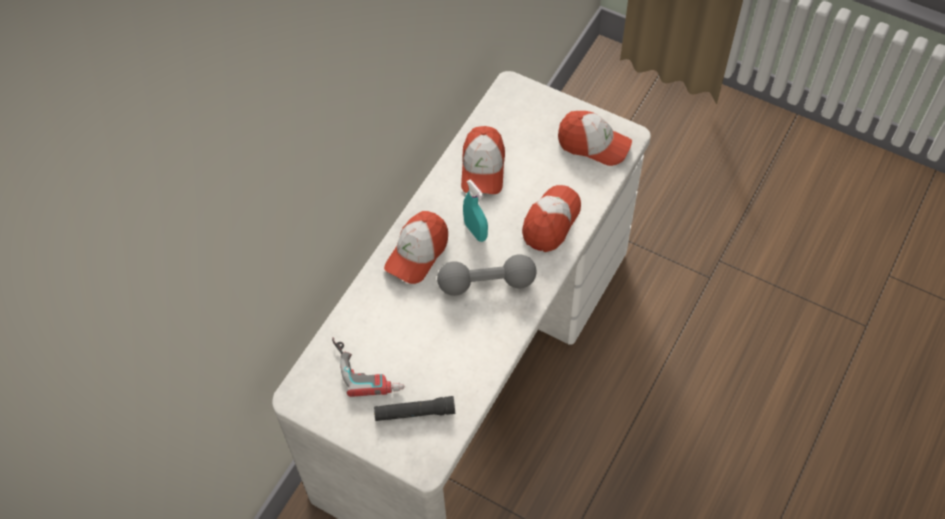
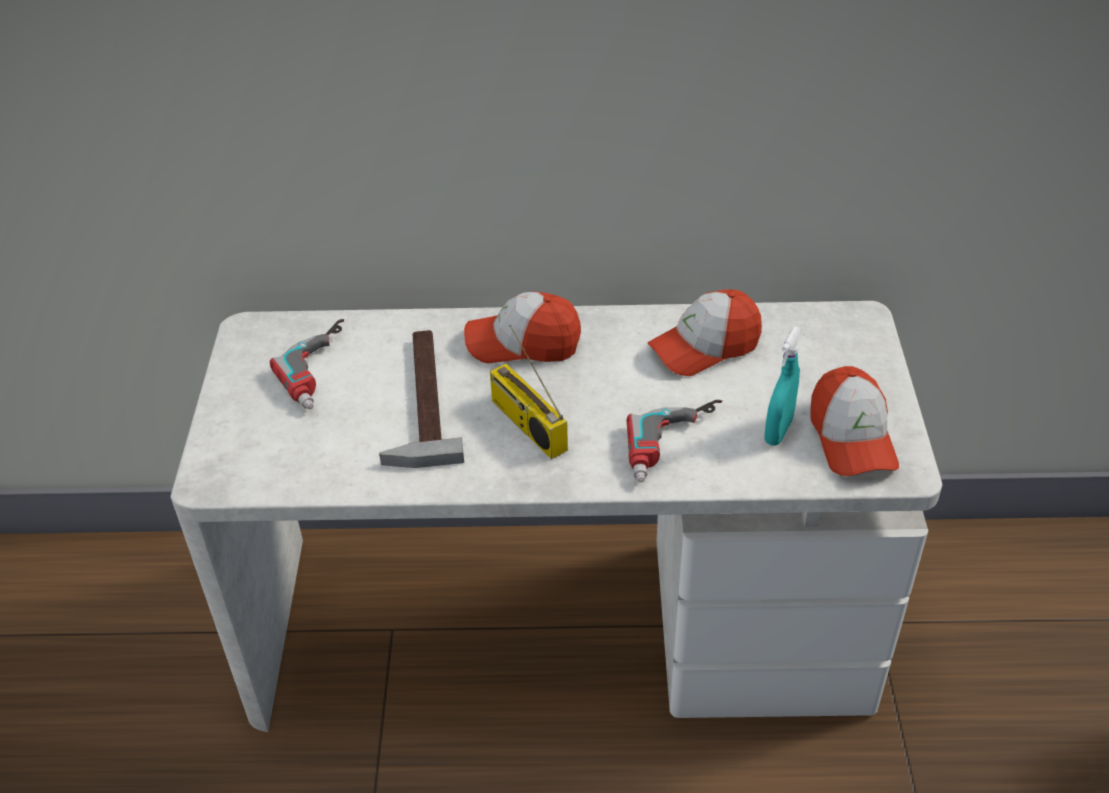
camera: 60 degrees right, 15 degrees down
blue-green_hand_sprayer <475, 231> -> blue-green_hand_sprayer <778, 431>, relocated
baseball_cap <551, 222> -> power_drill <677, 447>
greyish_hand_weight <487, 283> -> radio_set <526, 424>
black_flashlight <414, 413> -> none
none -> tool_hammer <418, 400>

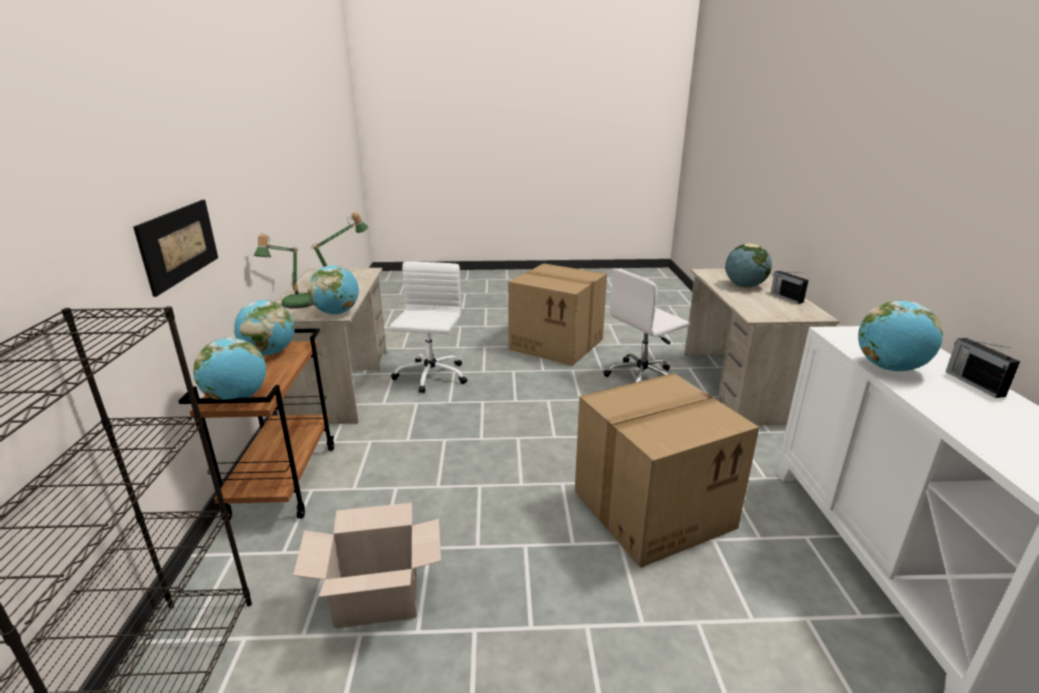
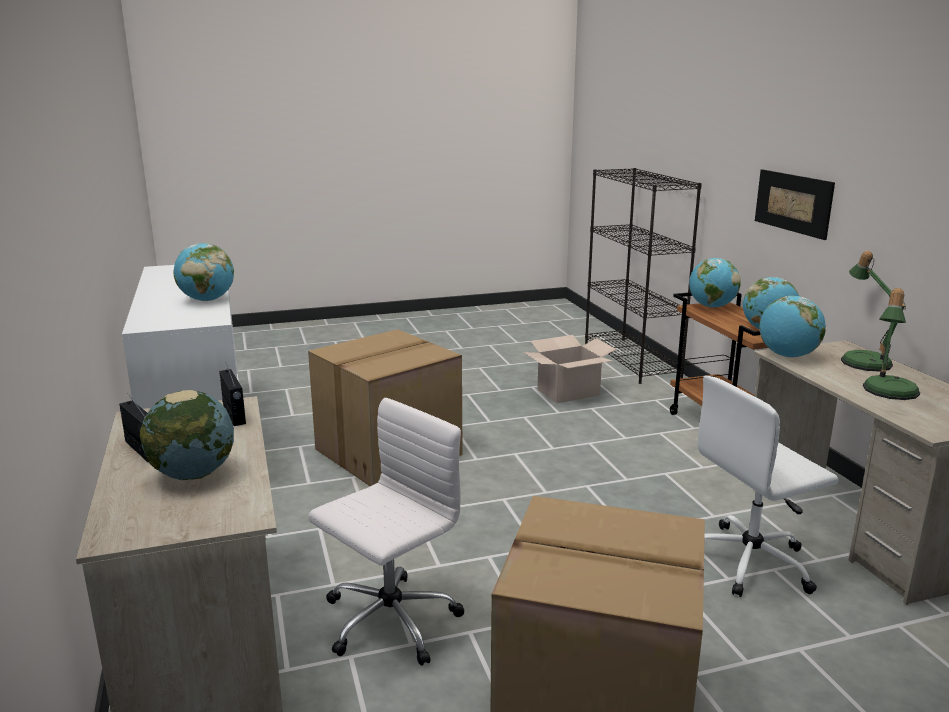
camera: 165 degrees right, 5 degrees down
white-coloured_desk_chair <430, 377> -> white-coloured_desk_chair <751, 562>, 75 degrees clockwise
radio_set <973, 383> -> radio_set <234, 415>, relocated

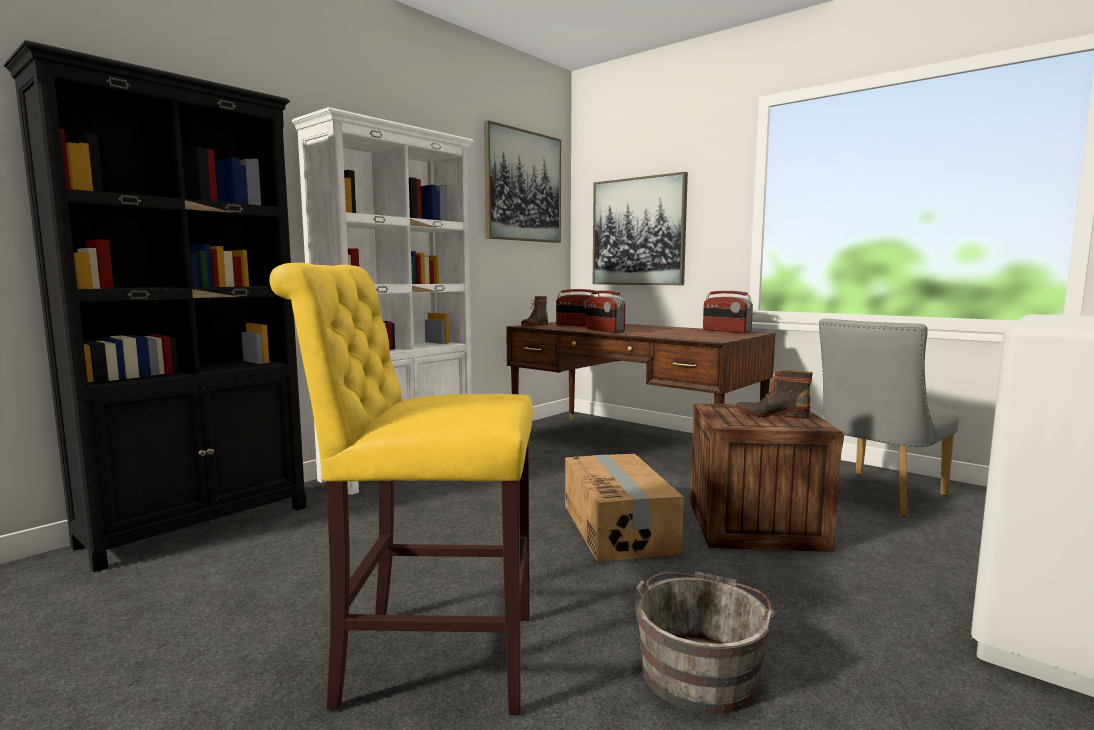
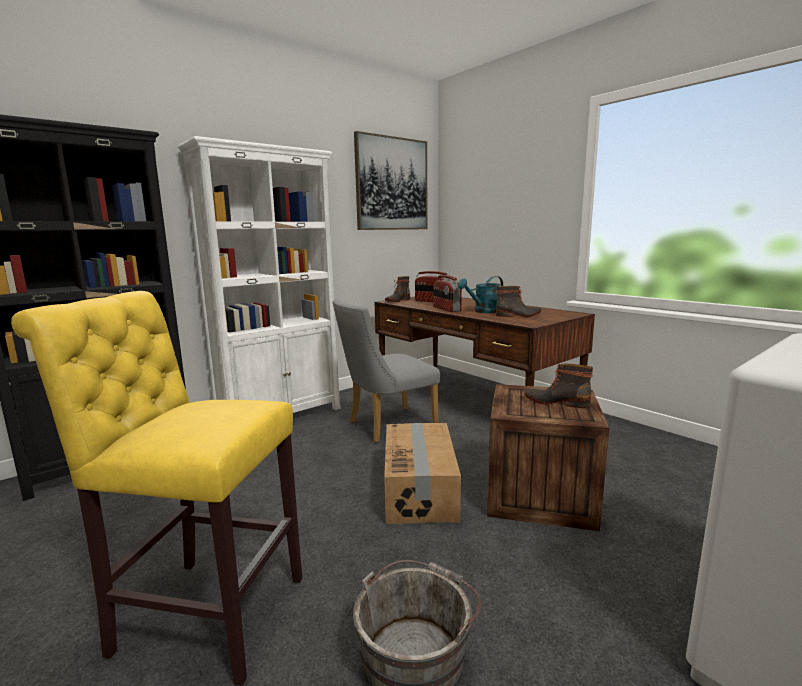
camera: 10 degrees right, 5 degrees up
picture <638, 232> -> none
radio_set <726, 331> -> none
greyish_upright_chair <876, 496> -> greyish_upright_chair <386, 426>, relocated
none -> blue-green_watering_can <483, 311>
none -> boot <518, 315>

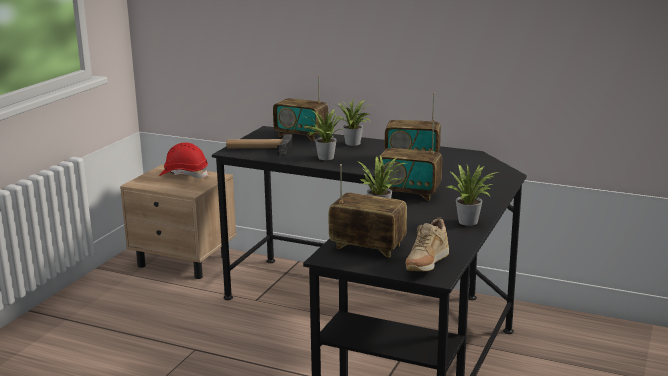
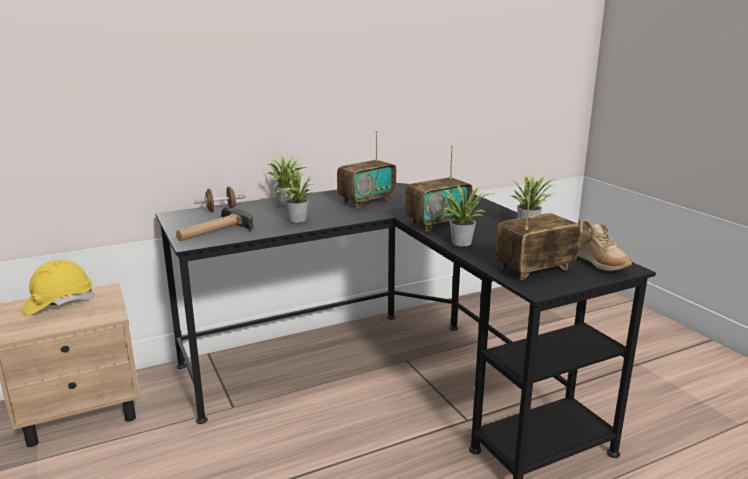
camera: 50 degrees left, 0 degrees up
radio_set <301, 135> -> brownish_hand_weight <221, 210>
reddish_hard_hat <184, 175> -> yellow_hard_hat <59, 303>

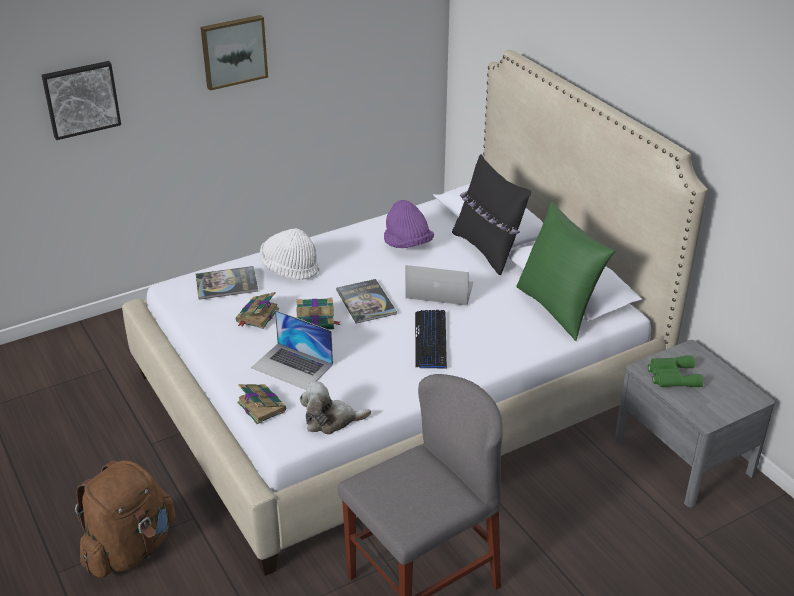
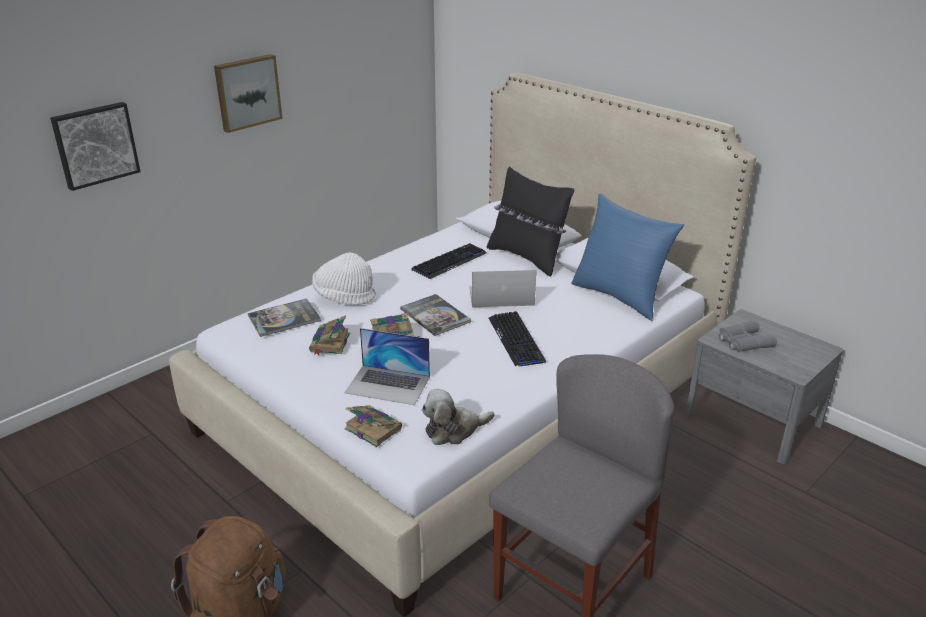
camera: 15 degrees left, 5 degrees down
purplish_clothing_hat <407, 244> -> computer_keyboard <449, 262>
greenish_cushion <558, 308> -> blue-coloured_cushion <619, 296>
greenish_field_glasses <671, 376> -> greyish_field_glasses <743, 342>

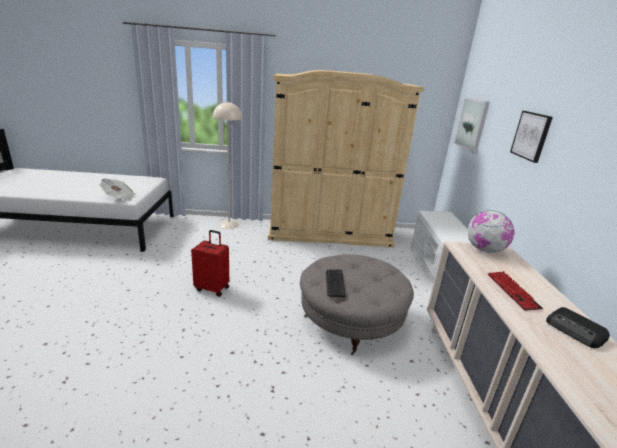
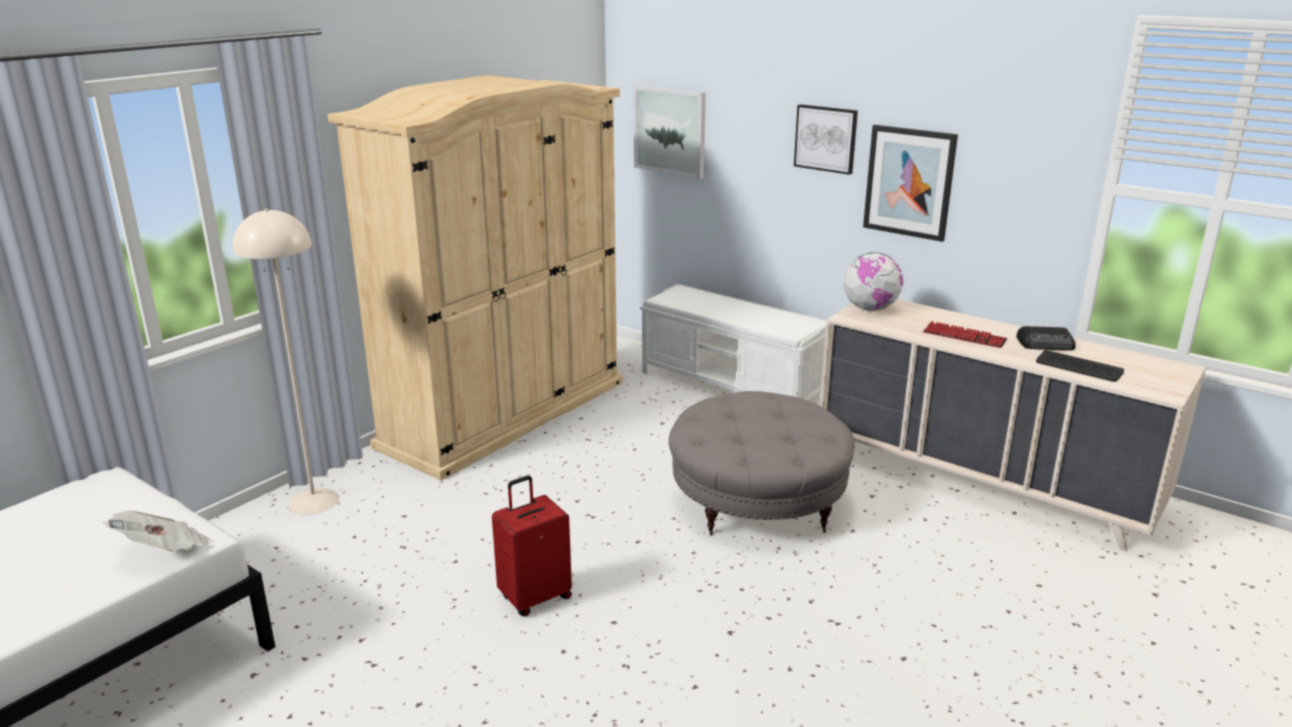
camera: 50 degrees left, 0 degrees up
computer_keyboard <335, 283> -> computer_keyboard <1078, 367>, relocated
none -> picture <909, 182>

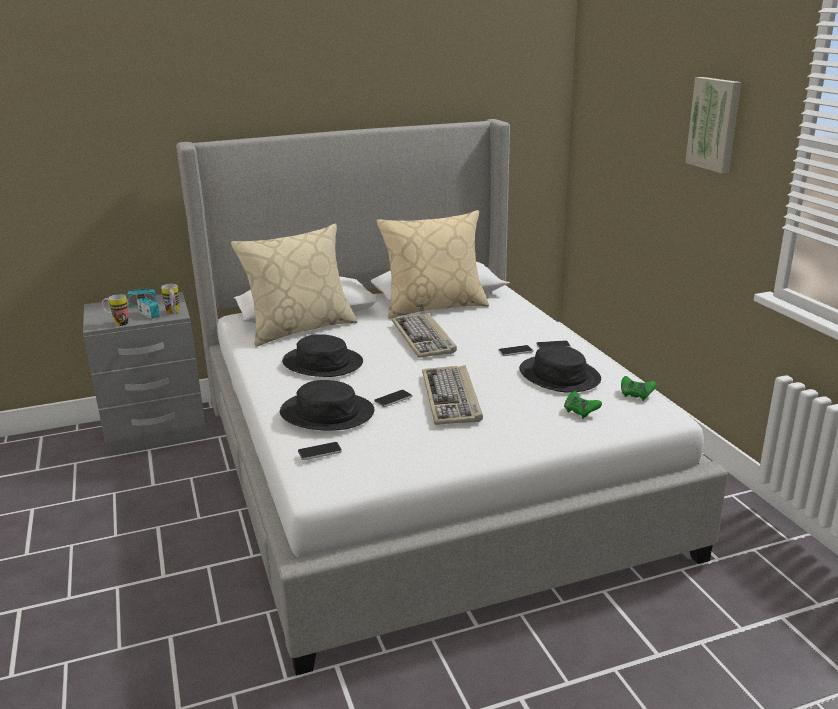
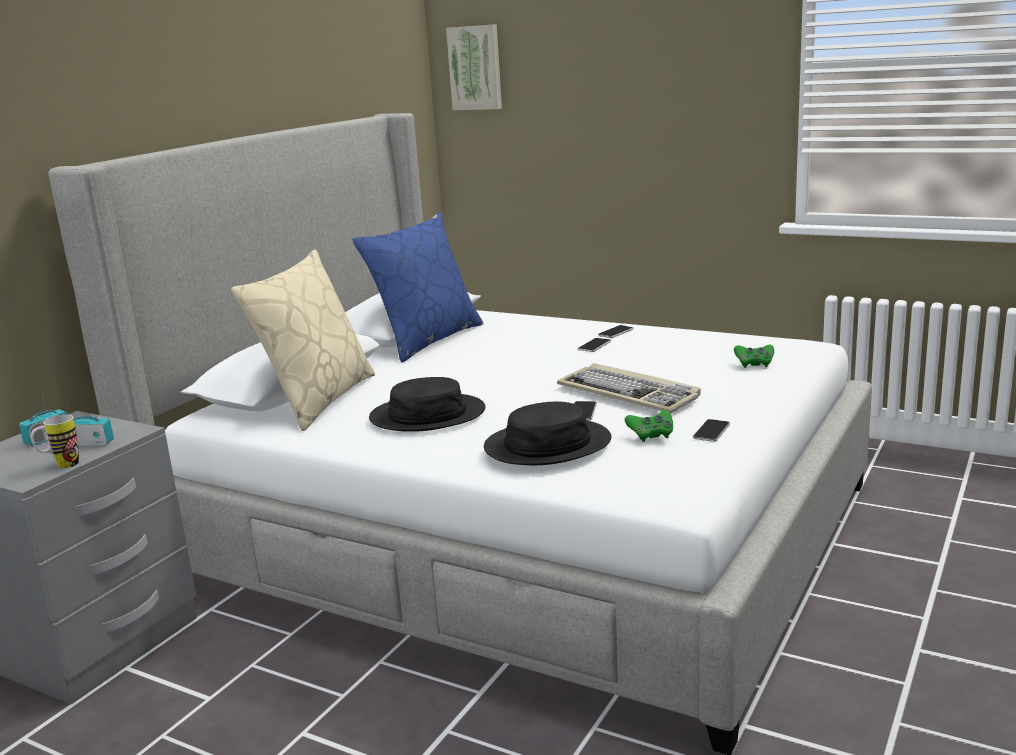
camera: 40 degrees left, 5 degrees down
picture <715, 124> -> picture <476, 68>, relocated
beige-coloured_cushion <434, 306> -> blue-coloured_cushion <427, 340>
tea_mug <174, 313> -> none
computer_keyboard <424, 338> -> none
black_clothing_hat <559, 375> -> none
greenish_joypad <636, 395> -> greenish_joypad <651, 436>, relocated
telephone <320, 452> -> telephone <711, 431>, relocated

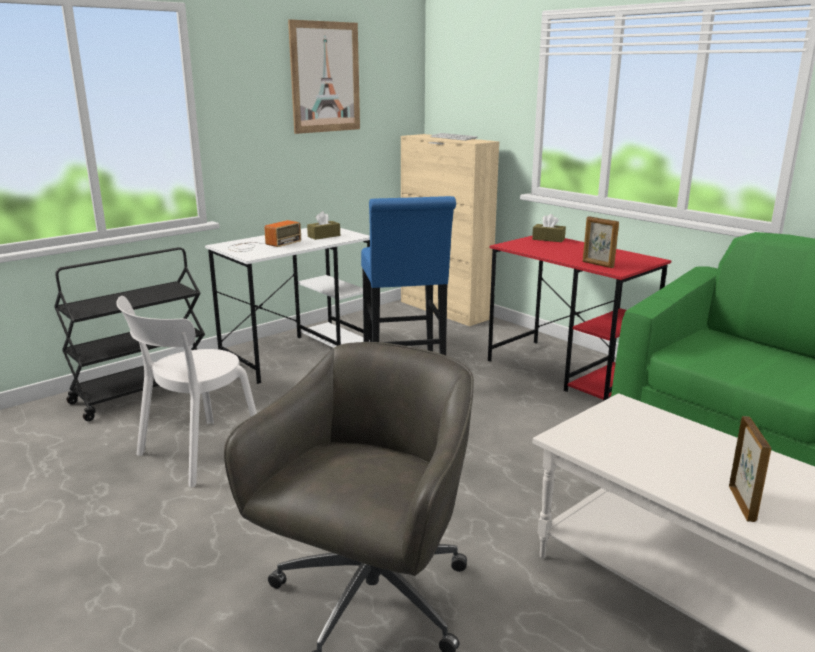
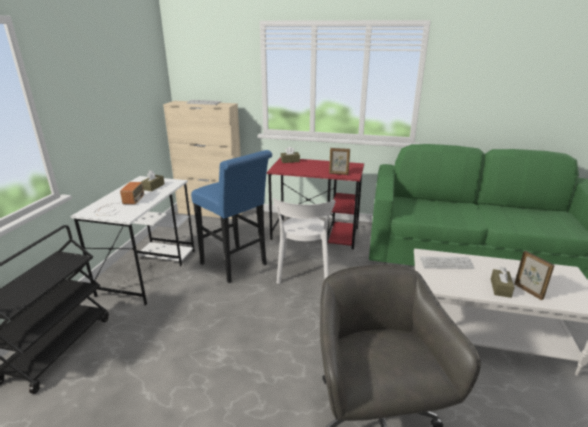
camera: 35 degrees left, 5 degrees up
picture <325, 77> -> none
white-coloured_upright_chair <196, 454> -> white-coloured_upright_chair <303, 272>, relocated
none -> computer_keyboard <446, 263>
none -> brownish_tissue_holder <500, 288>

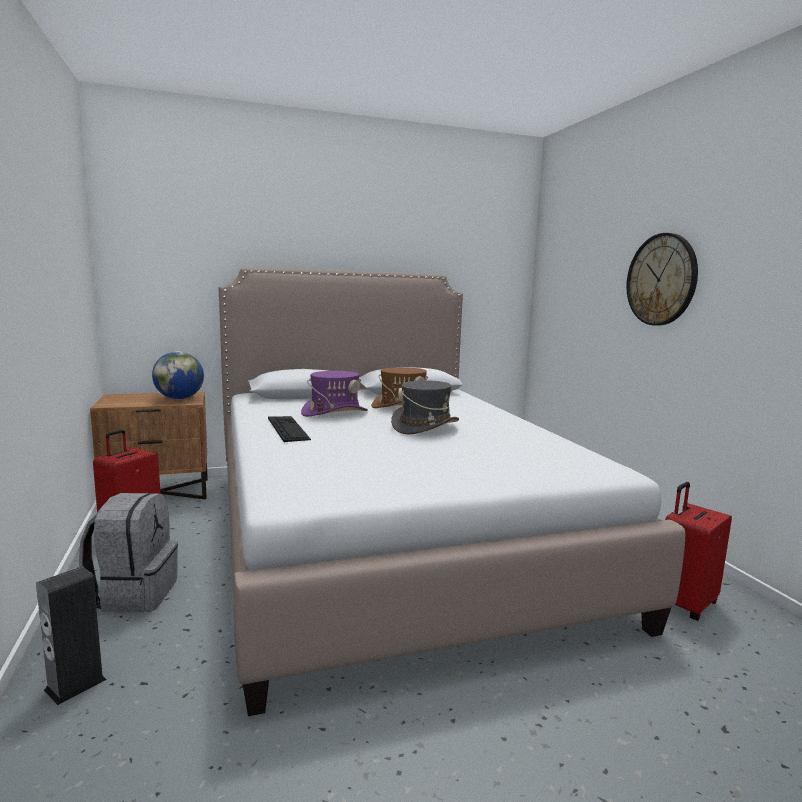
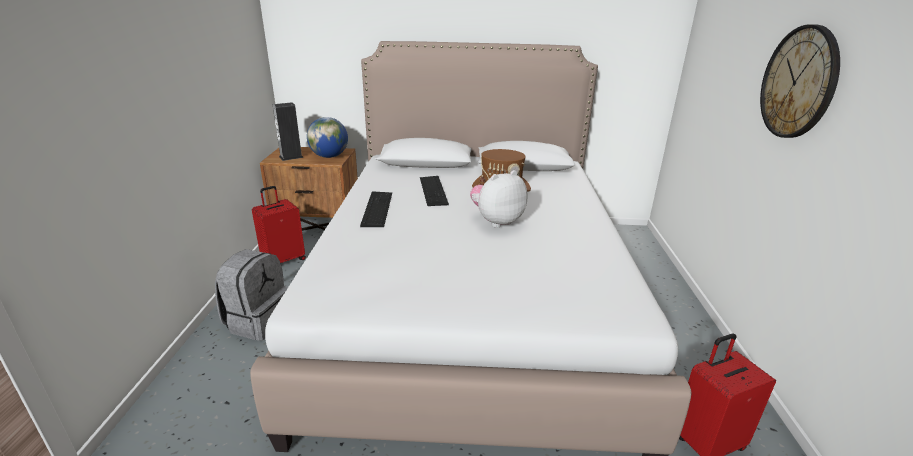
camera: 20 degrees right, 15 degrees up
purplish_clothing_hat <334, 412> -> computer_keyboard <433, 190>
greyish_clothing_hat <425, 427> -> plush_toy <496, 221>
loudspeaker <75, 685> -> loudspeaker <291, 157>, relocated

